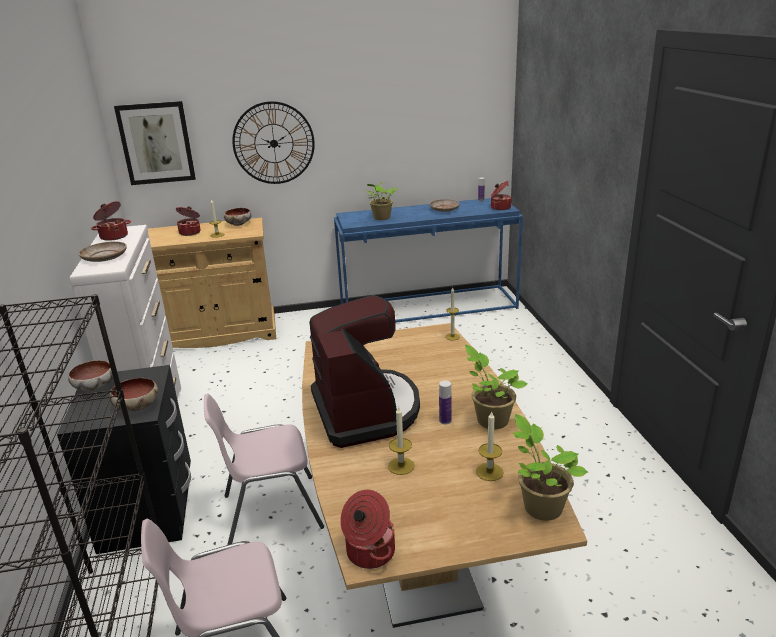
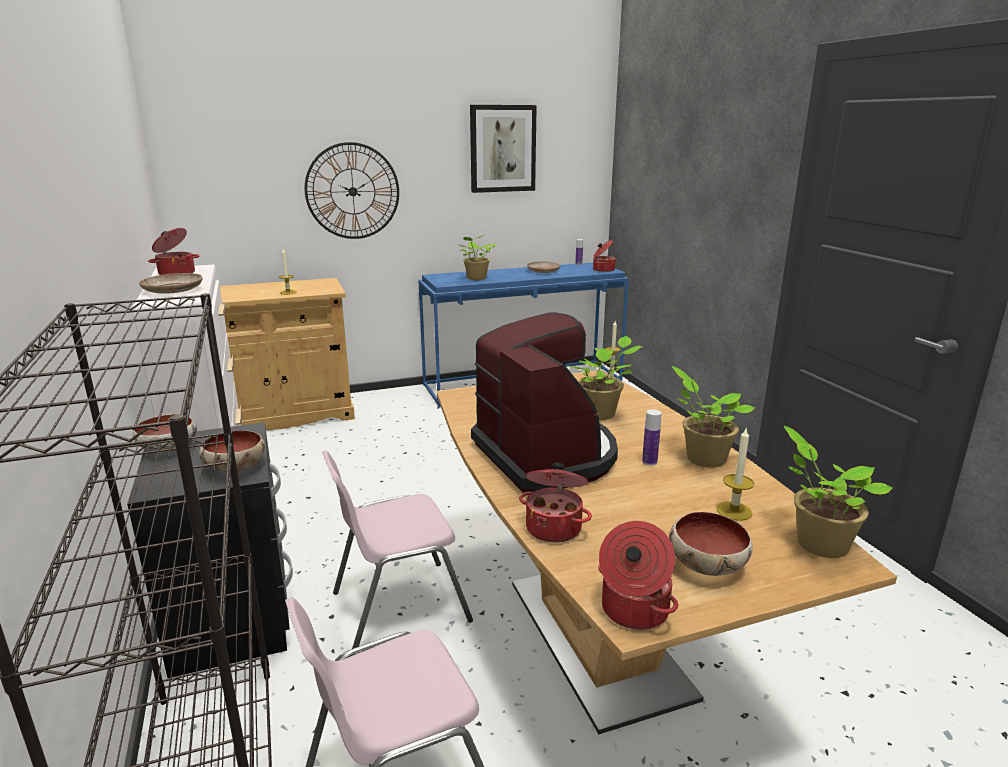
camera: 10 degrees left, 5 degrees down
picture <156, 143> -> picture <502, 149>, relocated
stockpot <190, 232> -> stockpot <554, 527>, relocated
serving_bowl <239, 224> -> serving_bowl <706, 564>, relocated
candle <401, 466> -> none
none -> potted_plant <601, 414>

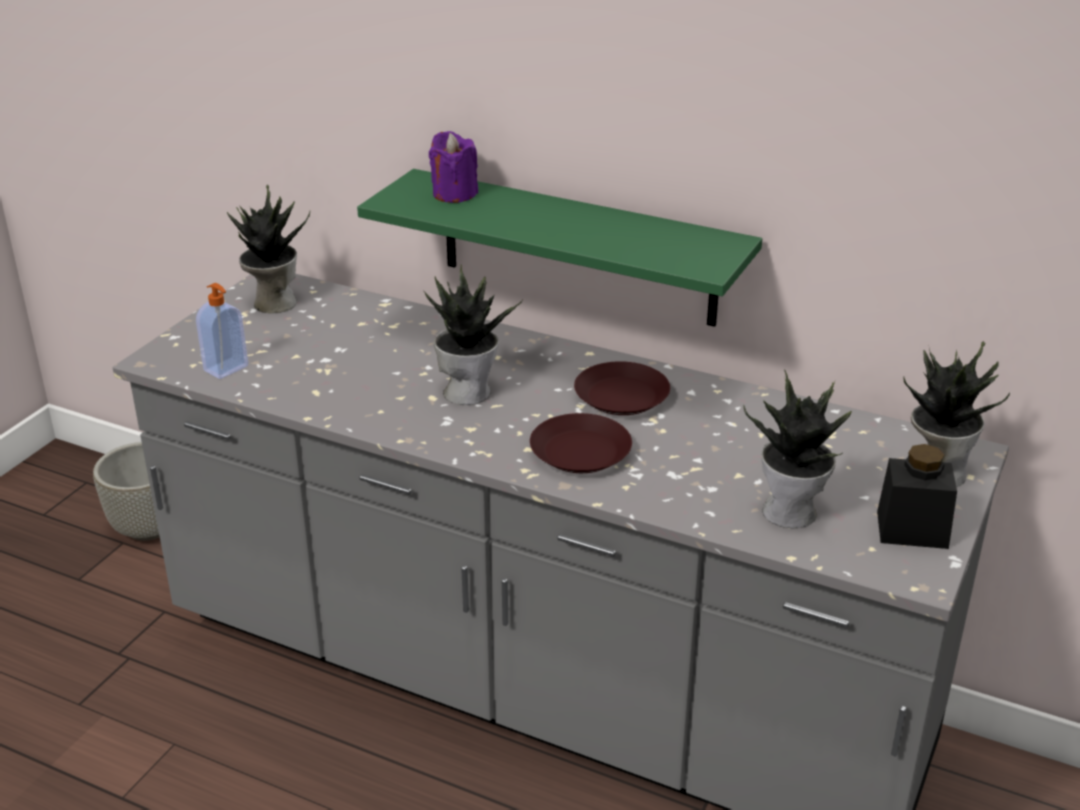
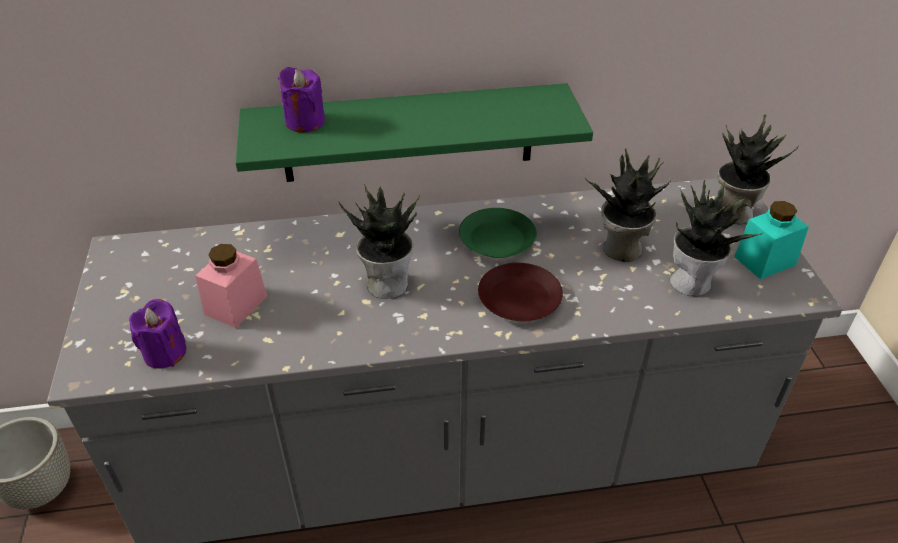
camera: 35 degrees left, 10 degrees up
potted_plant <273, 303> -> potted_plant <621, 249>, relocated
liquid_soap_bottle <227, 369> -> purplish_candle <165, 353>
brownish_plate <622, 396> -> greenish_plate <497, 239>
black_storage_jar <912, 529> -> blue-green_storage_jar <765, 260>
none -> pinkish_storage_jar <236, 305>

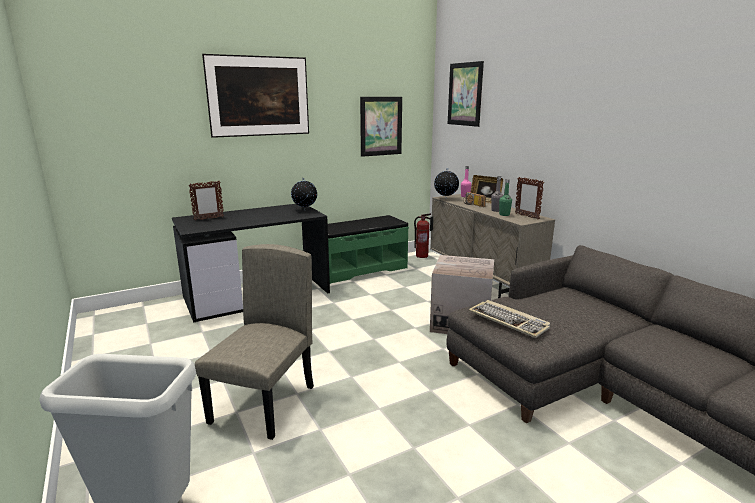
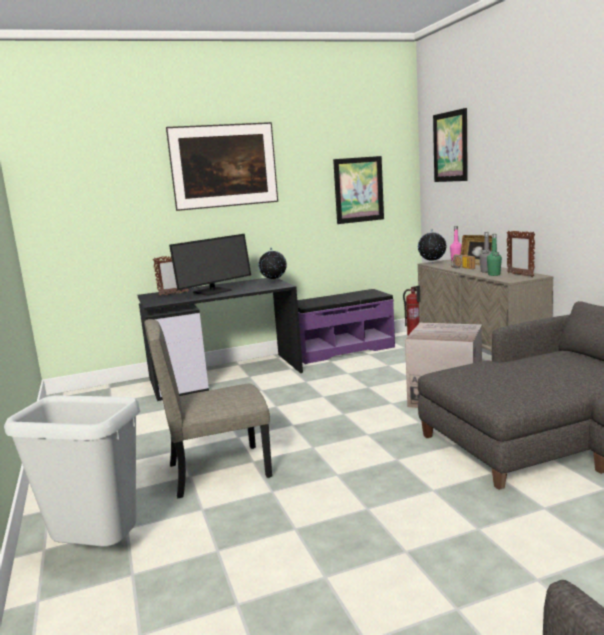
camera: 10 degrees right, 5 degrees down
greenish_bench <361, 269> -> purplish_bench <342, 350>
beige-coloured_upright_chair <264, 404> -> beige-coloured_upright_chair <219, 470>, 135 degrees counterclockwise
computer_keyboard <509, 321> -> none
none -> computer_display <213, 291>

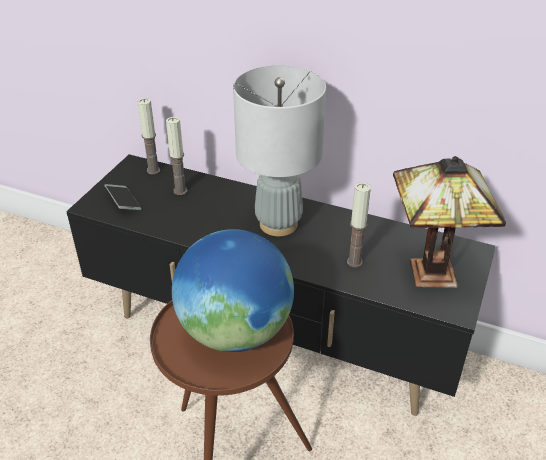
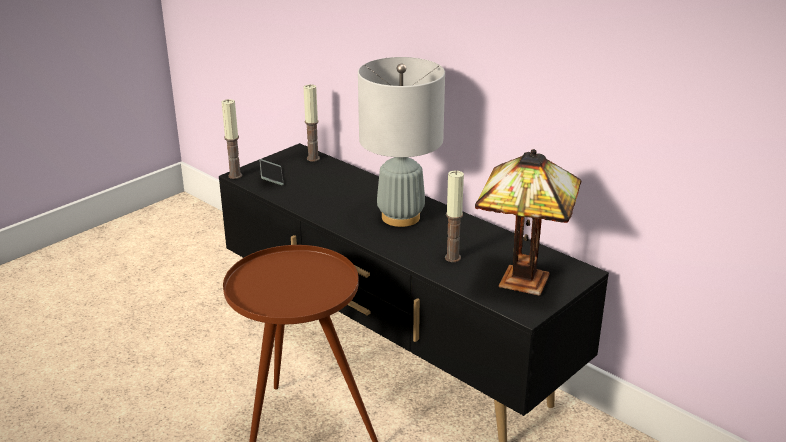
camera: 20 degrees right, 10 degrees down
candle <180, 191> -> candle <235, 175>, relocated
desk_globe <235, 332> -> none

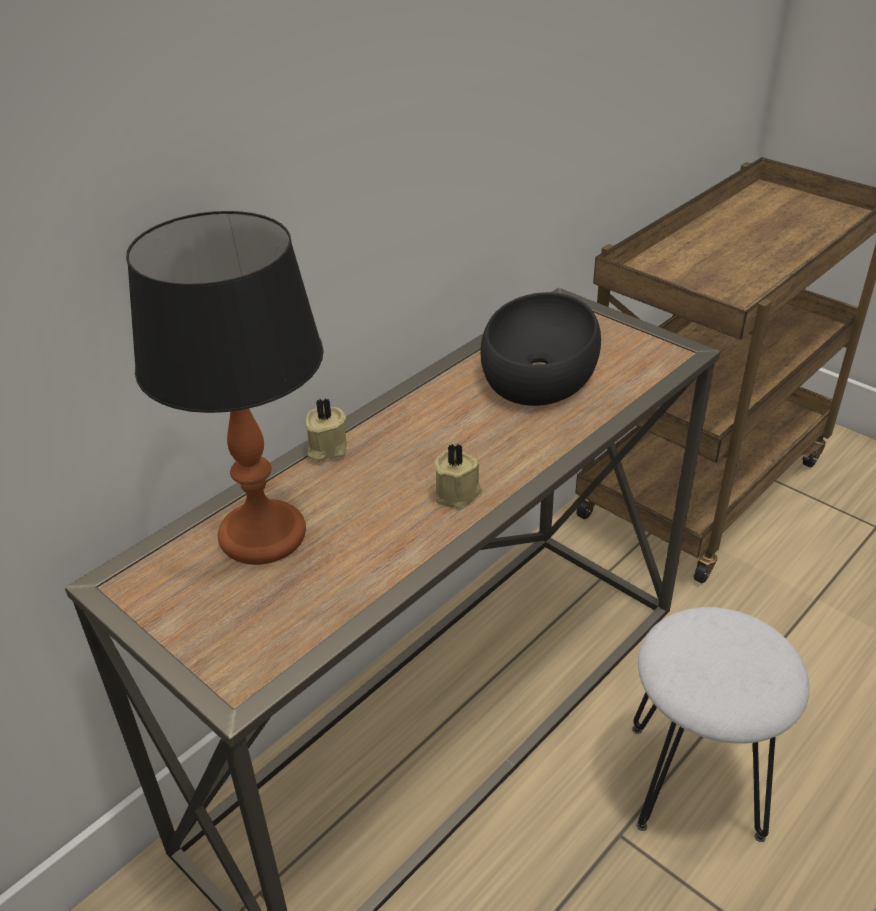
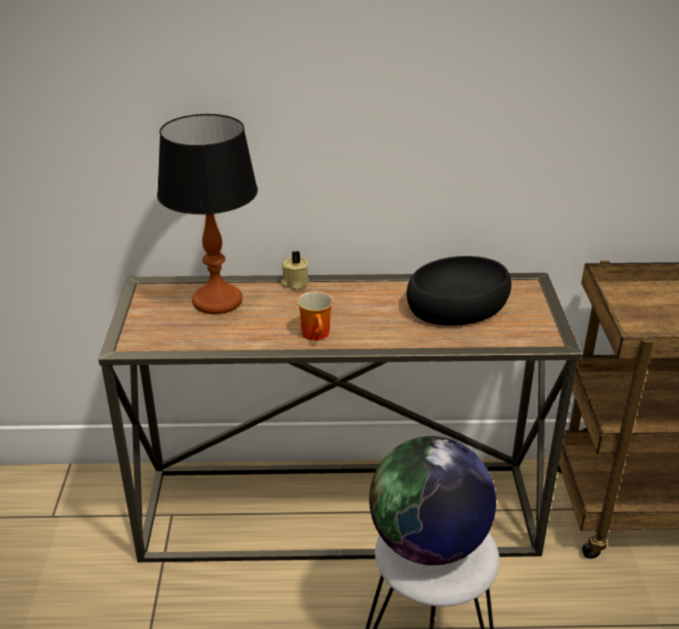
camera: 45 degrees right, 5 degrees down
beige-coloured_candle <458, 494> -> tea_mug <318, 334>
none -> desk_globe <428, 543>

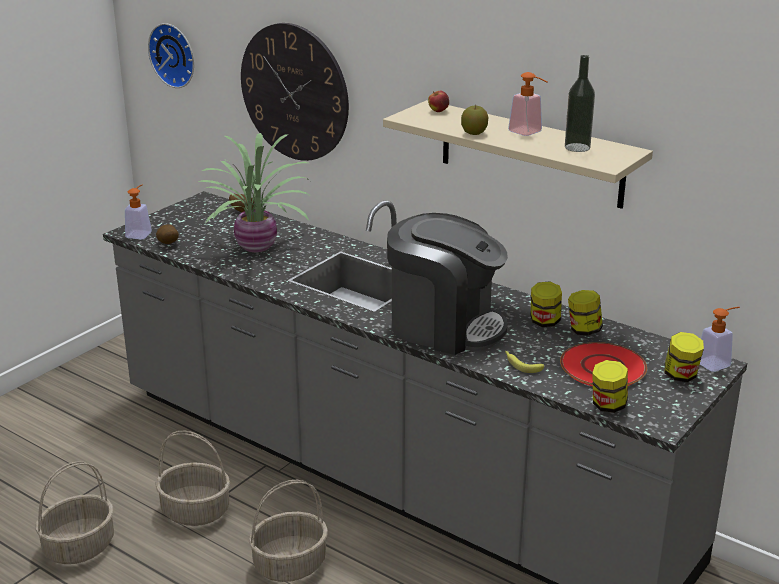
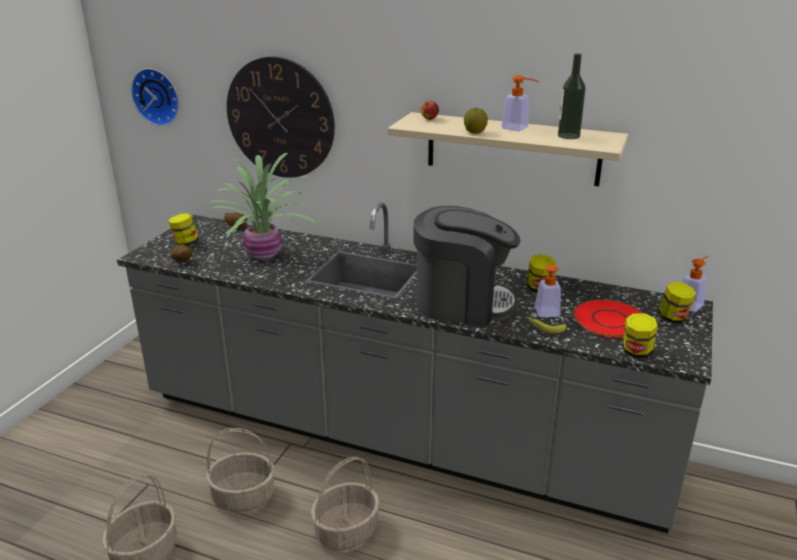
camera: 15 degrees left, 0 degrees up
liquid_soap_bottle <140, 233> -> liquid_soap_bottle <545, 310>, relocated
storage_jar <583, 330> -> storage_jar <185, 243>, relocated

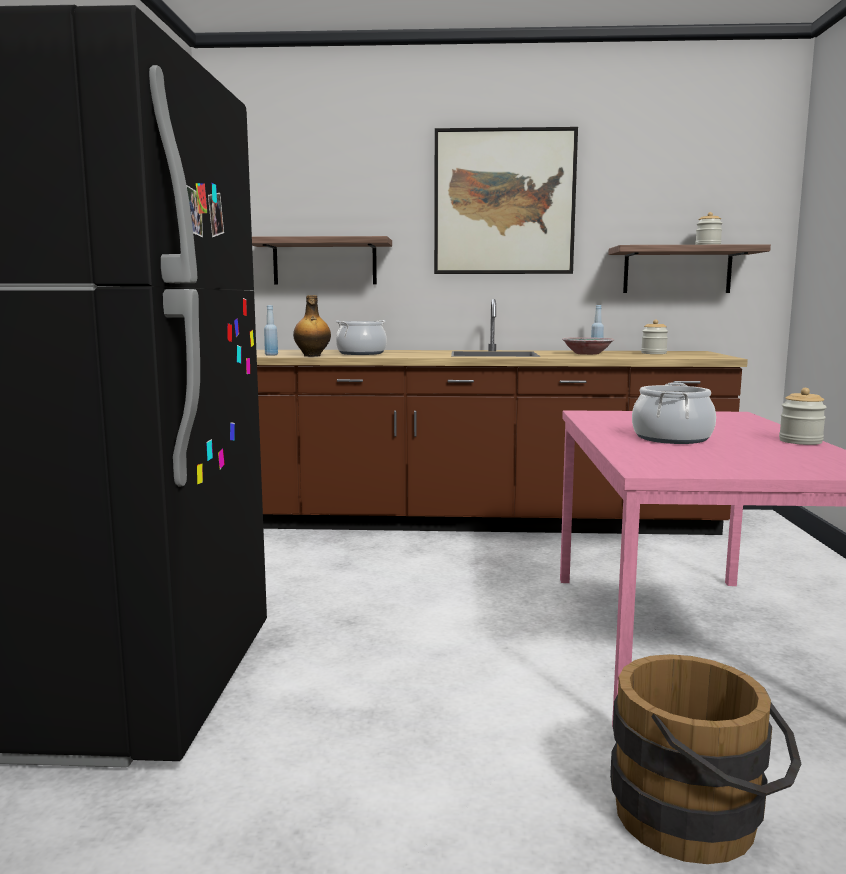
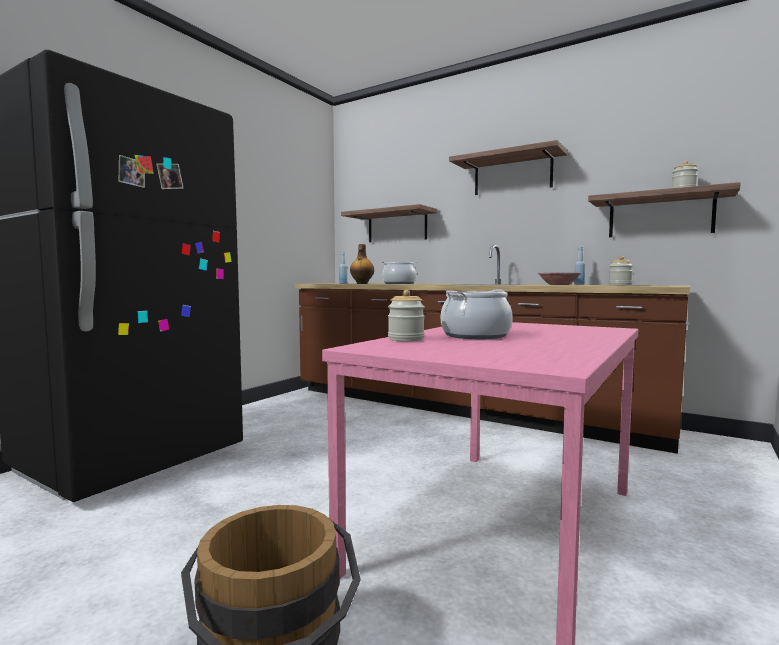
camera: 30 degrees right, 5 degrees down
picture <504, 202> -> shelf <512, 174>
storage_jar <800, 441> -> storage_jar <406, 339>, relocated

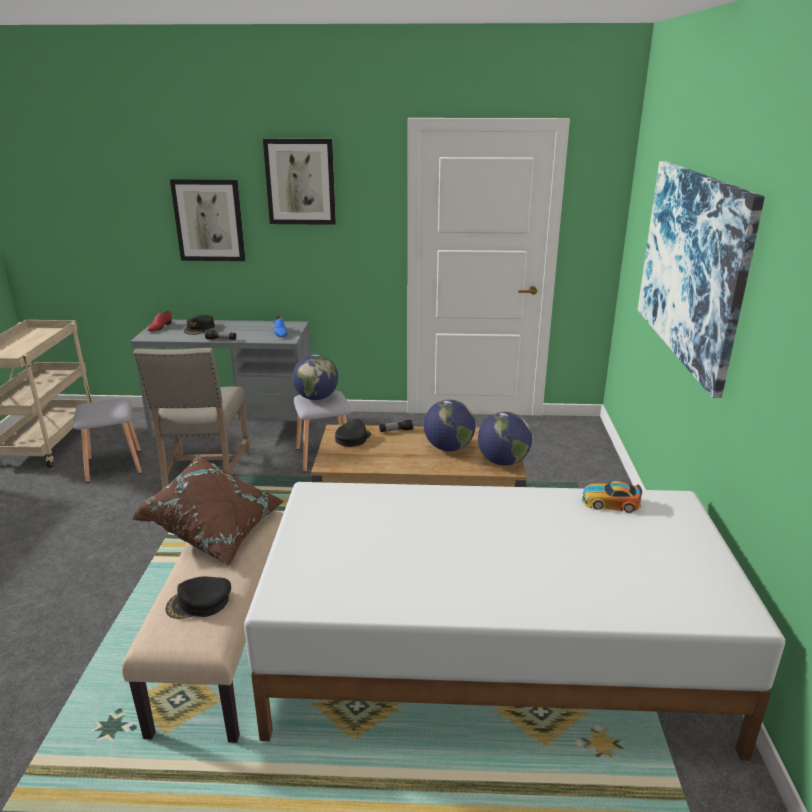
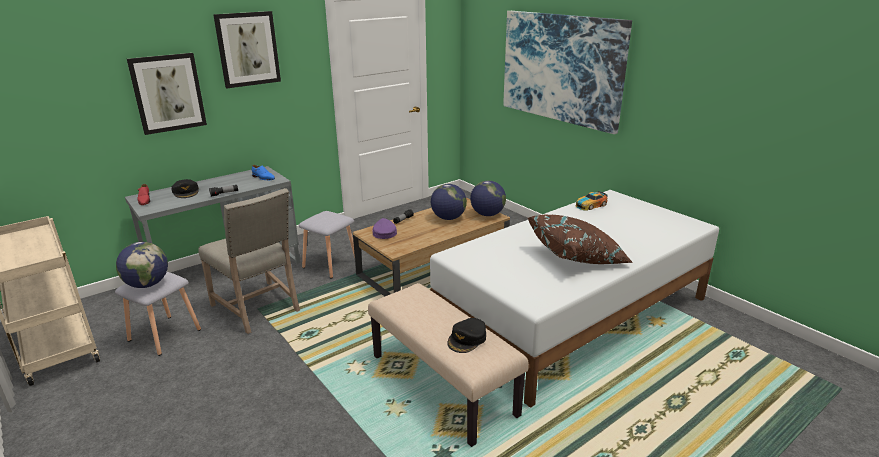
camera: 40 degrees left, 0 degrees up
desk_globe <316, 398> -> desk_globe <147, 284>, relocated
black_baseball_cap <352, 438> -> purplish_baseball_cap <384, 233>
brownish_cushion <216, 530> -> brownish_cushion <577, 256>, relocated

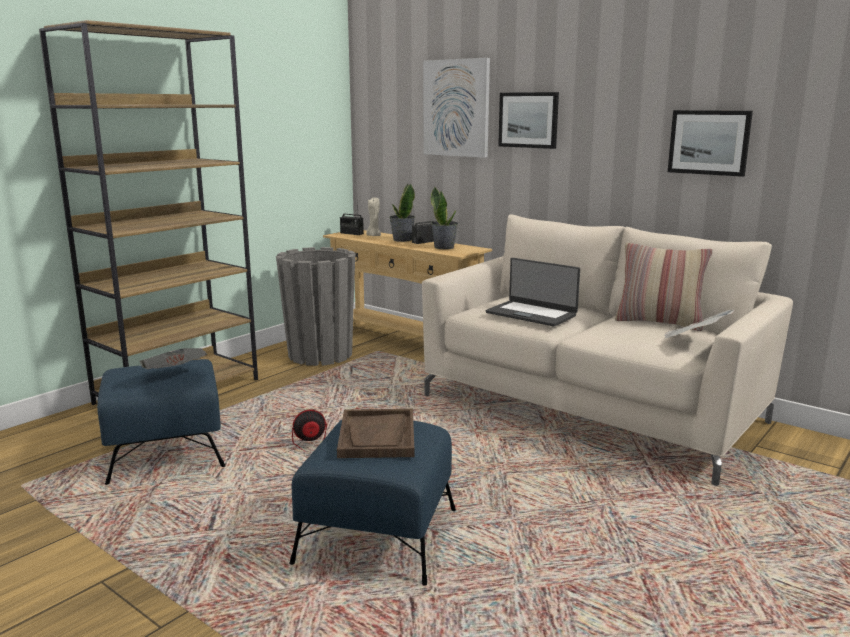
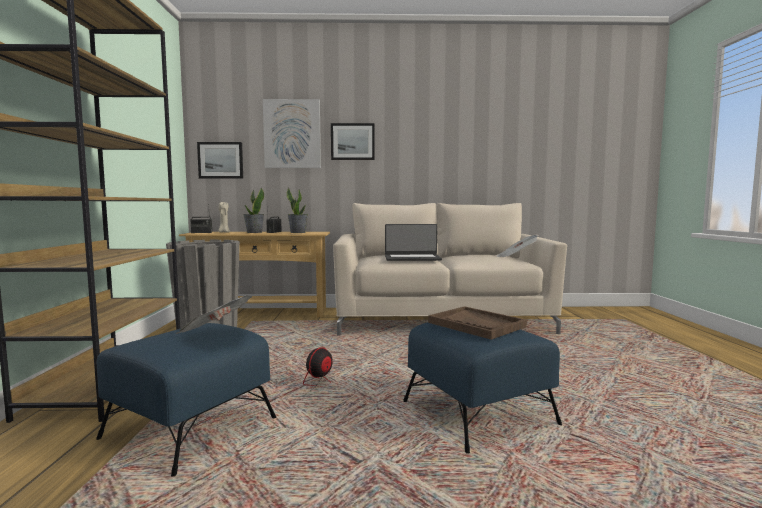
camera: 40 degrees left, 10 degrees down
picture <709, 142> -> picture <220, 160>, relocated
cushion <659, 322> -> none

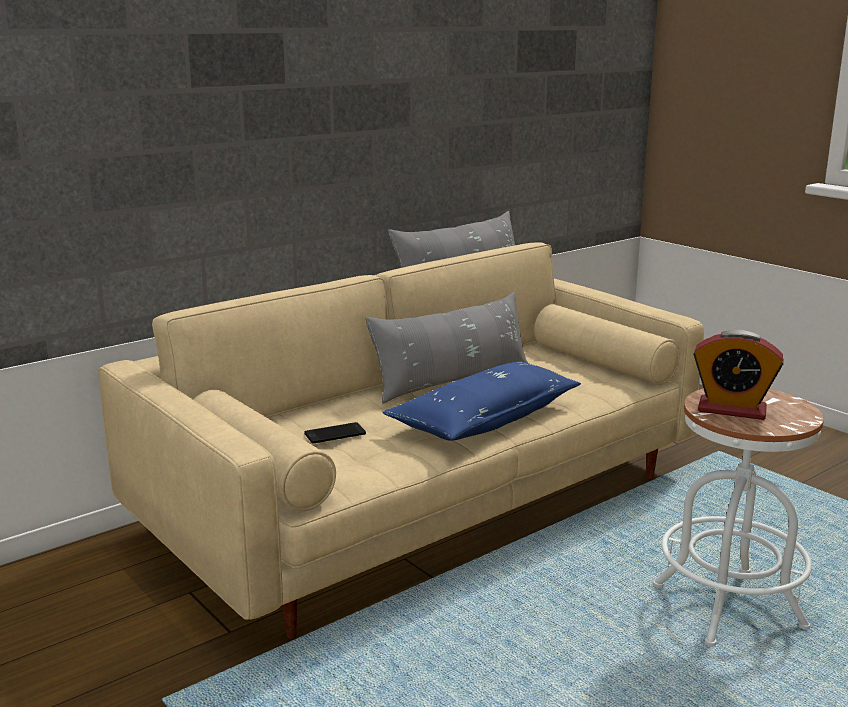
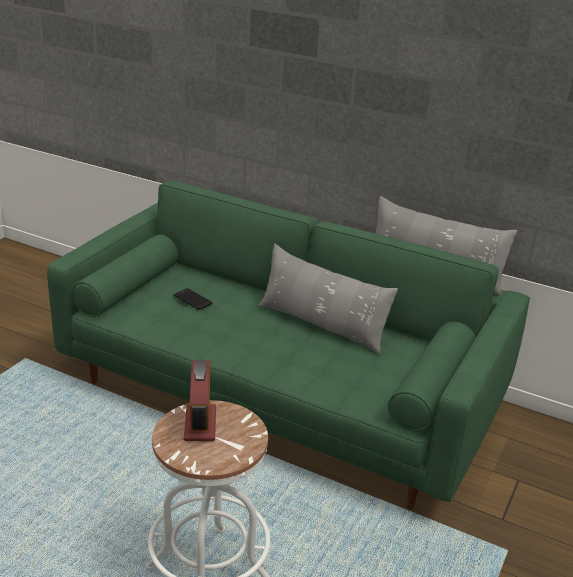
camera: 65 degrees right, 10 degrees up
beige-coloured_couch <423, 501> -> greenish_couch <281, 393>
blue-coloured_cushion <485, 419> -> none

